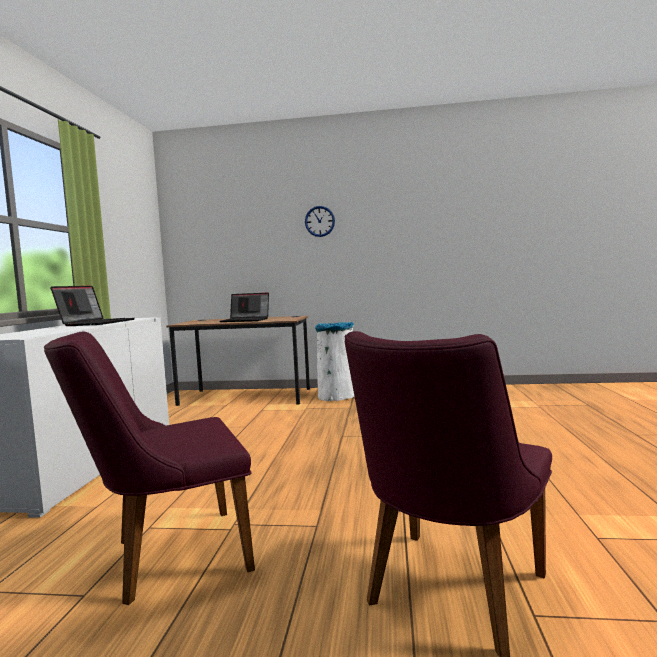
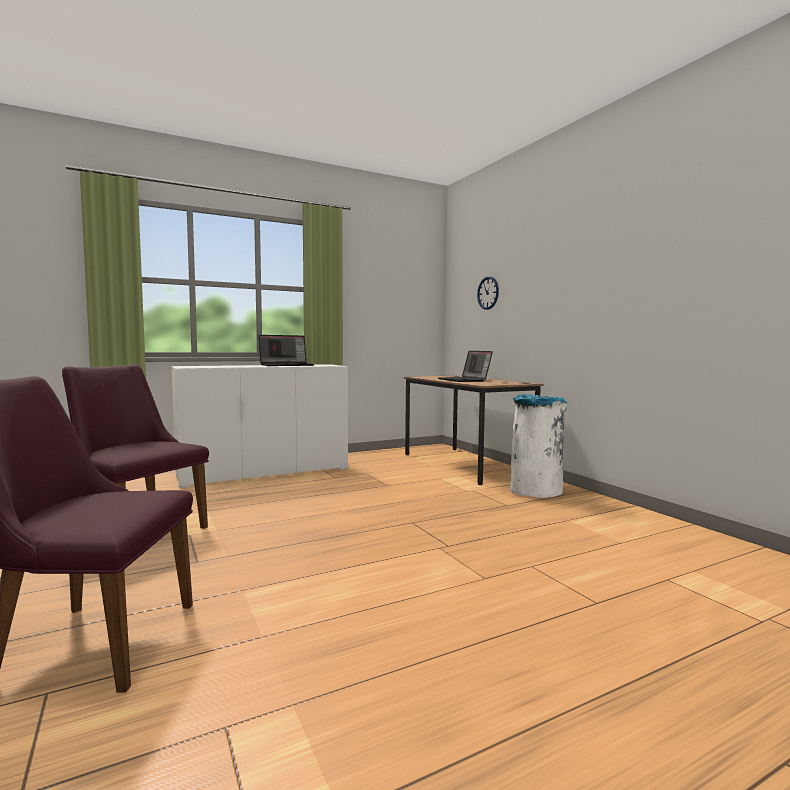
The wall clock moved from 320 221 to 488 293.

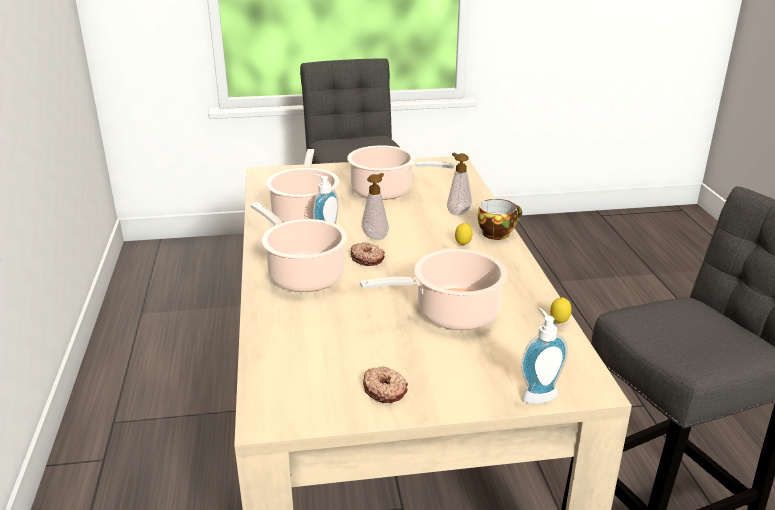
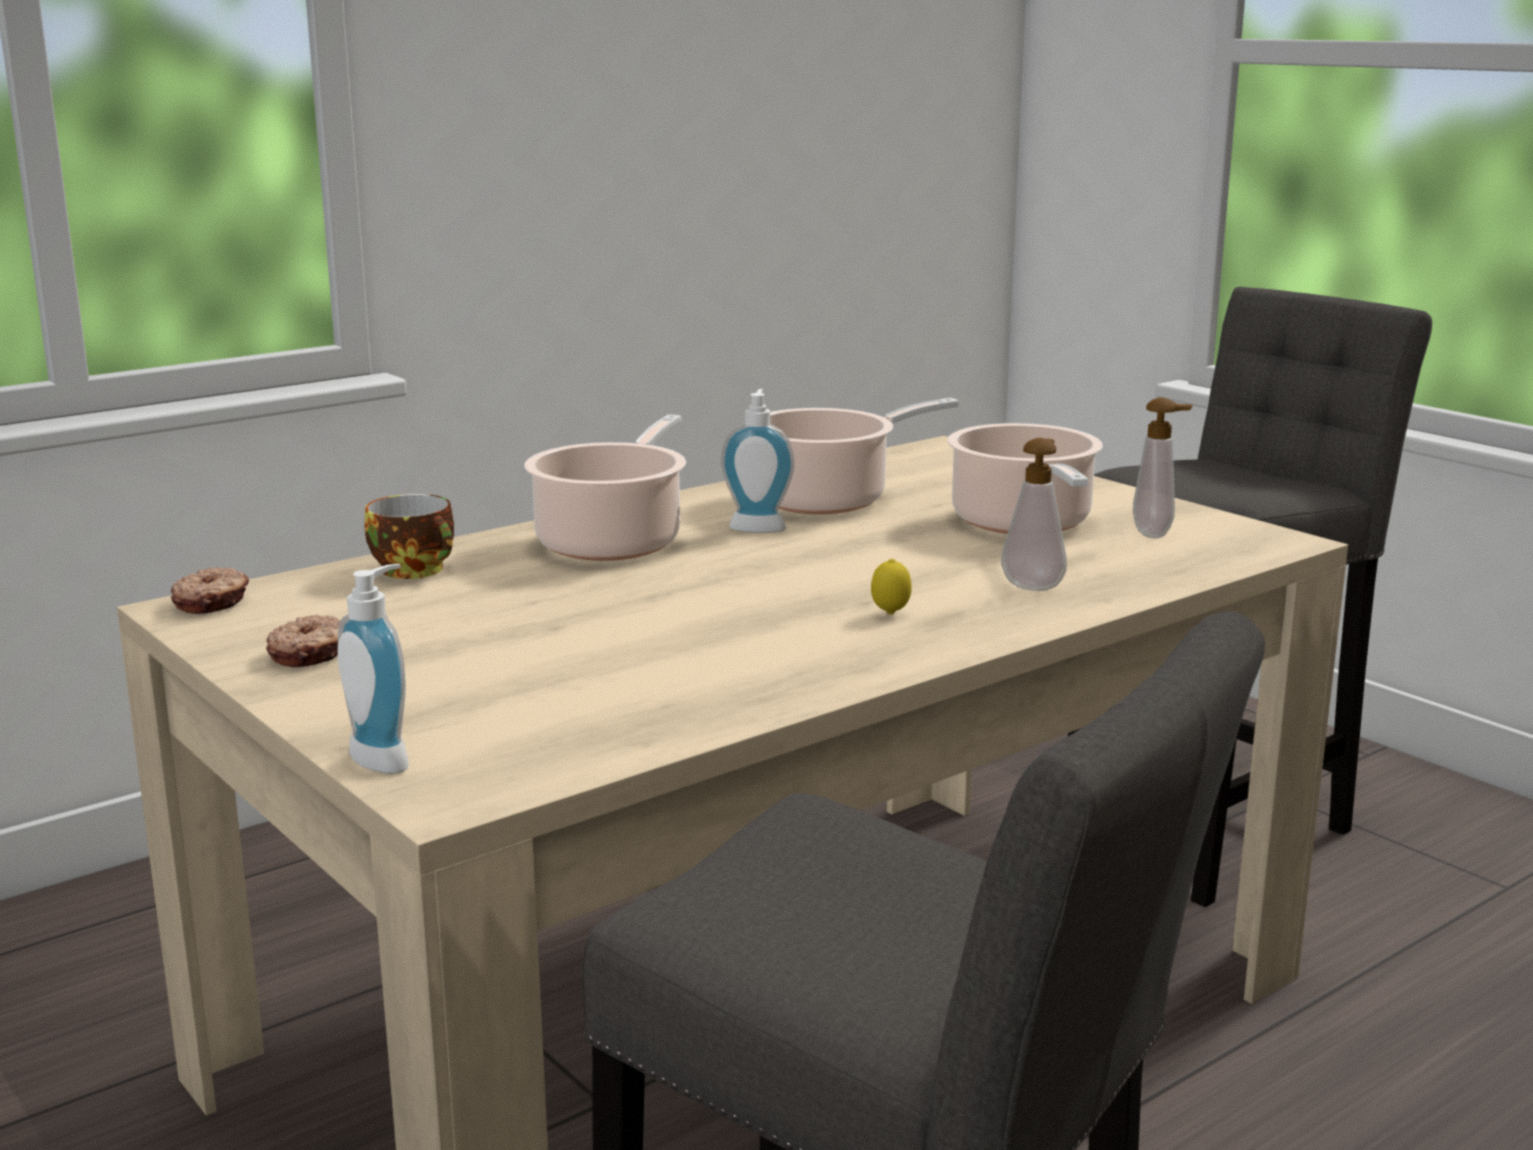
The cooking pot at 433 289 disappeared. The lemon at 561 310 disappeared. The donut moved from 368 254 to 210 590. The soap dispenser moved from 375 206 to 1162 468. The cup moved from 500 219 to 409 536.

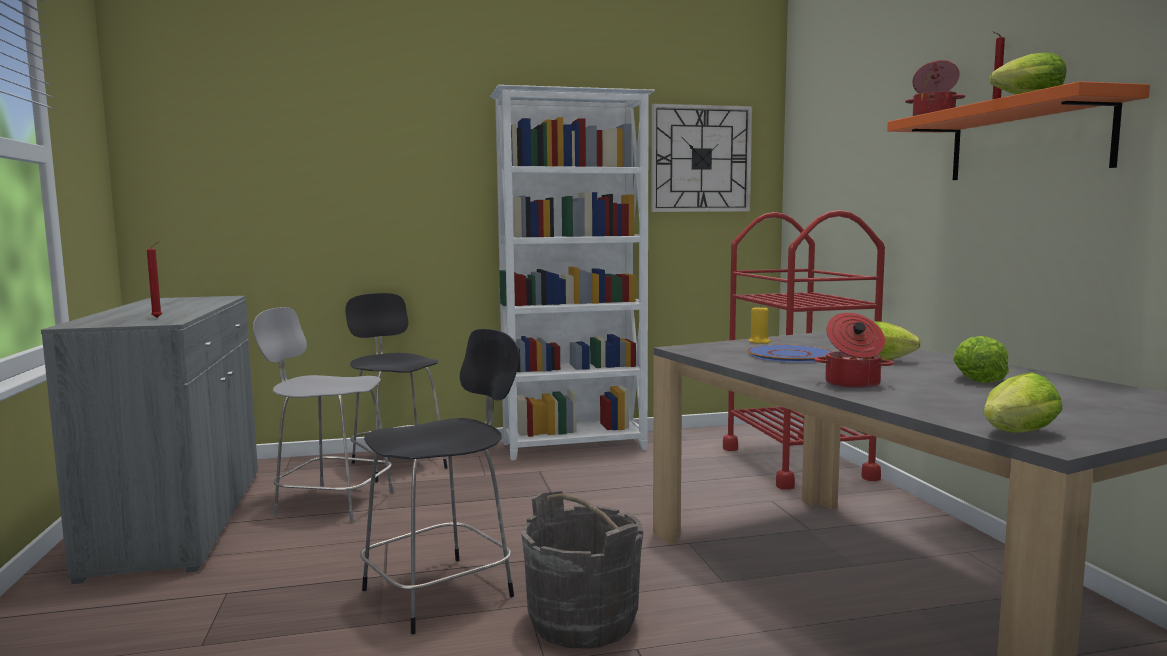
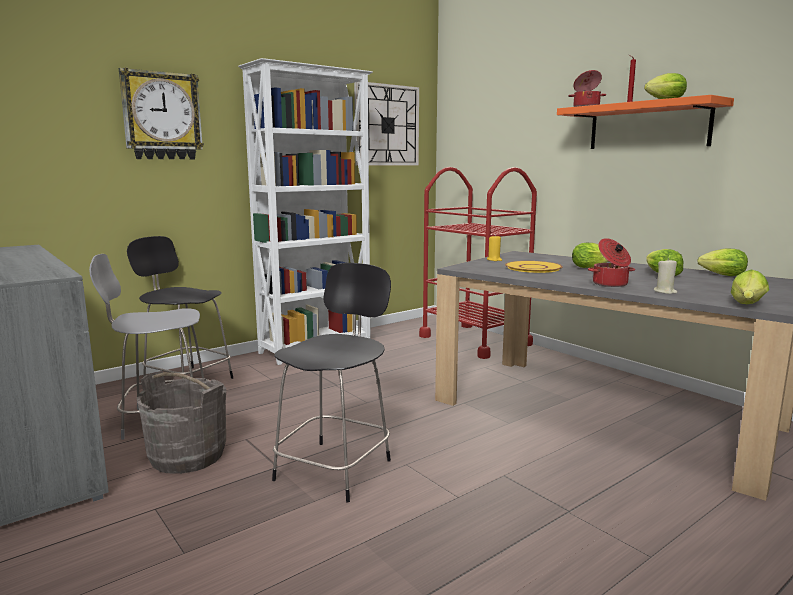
The red candle at 154 279 disappeared. The wall clock at 161 114 appeared. The beige candle at 665 276 appeared. The lettuce at 722 262 appeared. The grey bucket moved from 582 570 to 181 422. The blue plate at 789 353 became the yellow plate at 534 267.

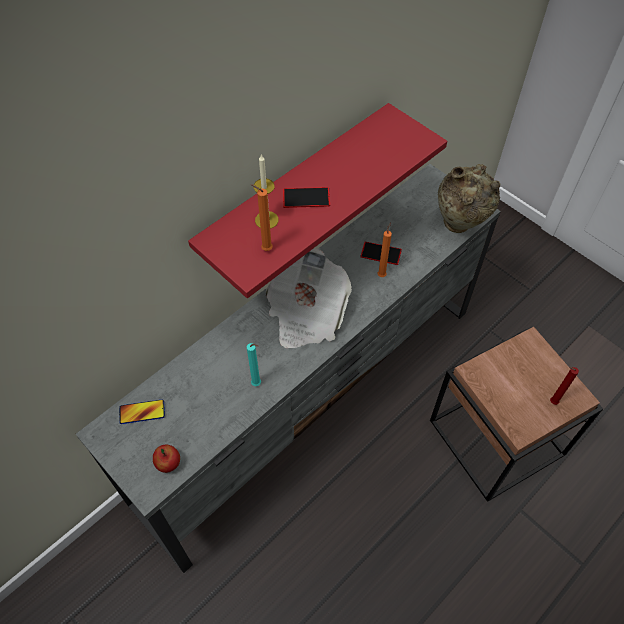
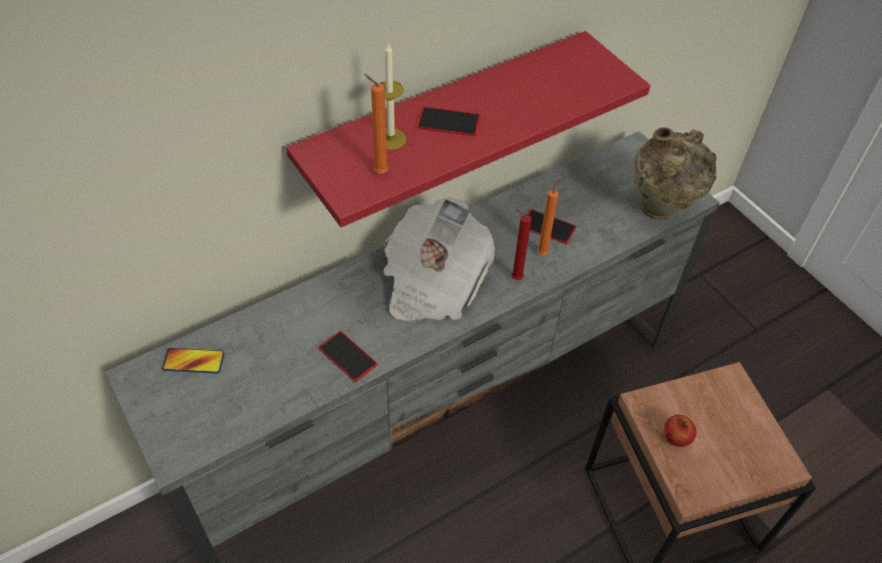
The apple moved from 166 459 to 680 431. The red candle moved from 564 386 to 521 245. The turquoise candle at 254 364 was replaced by the phone at 348 356.

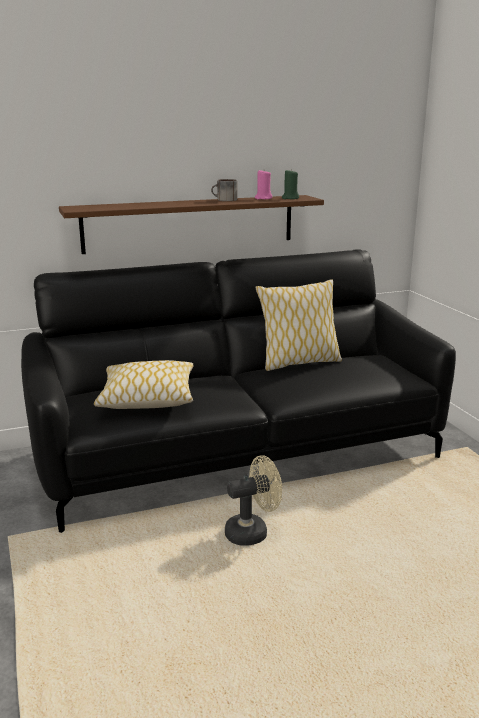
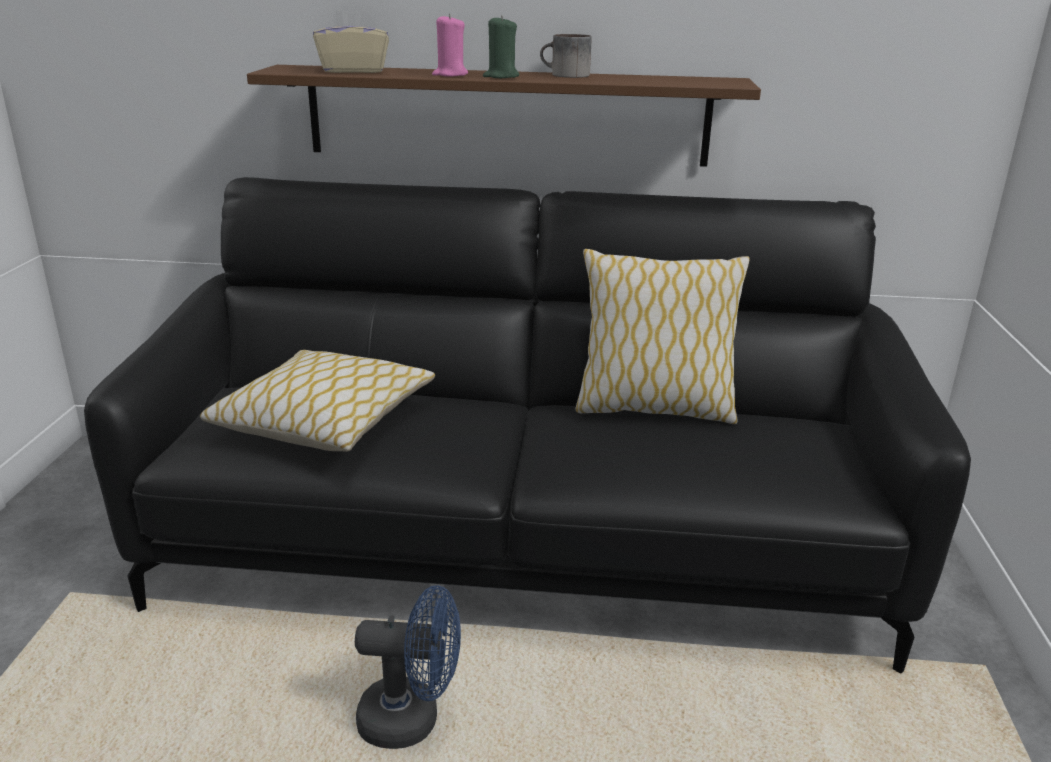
The beige tissue box at 351 41 appeared. The pink candle moved from 263 184 to 450 45. The green candle moved from 290 184 to 501 46. The beige fan at 253 500 became the blue fan at 408 667.

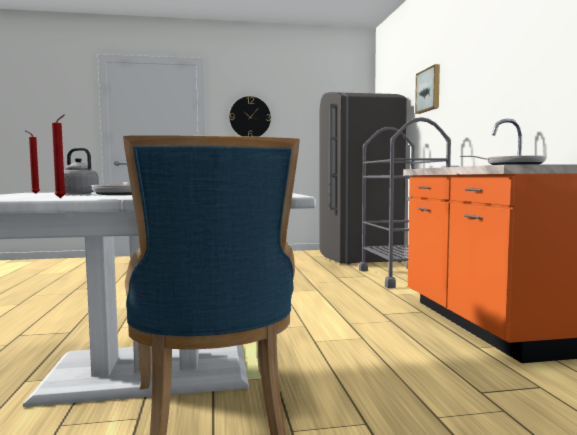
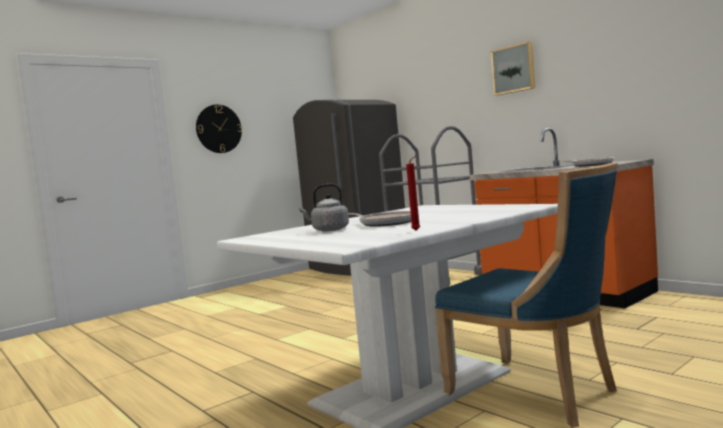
The red candle at 33 162 disappeared. The picture moved from 427 89 to 513 68.

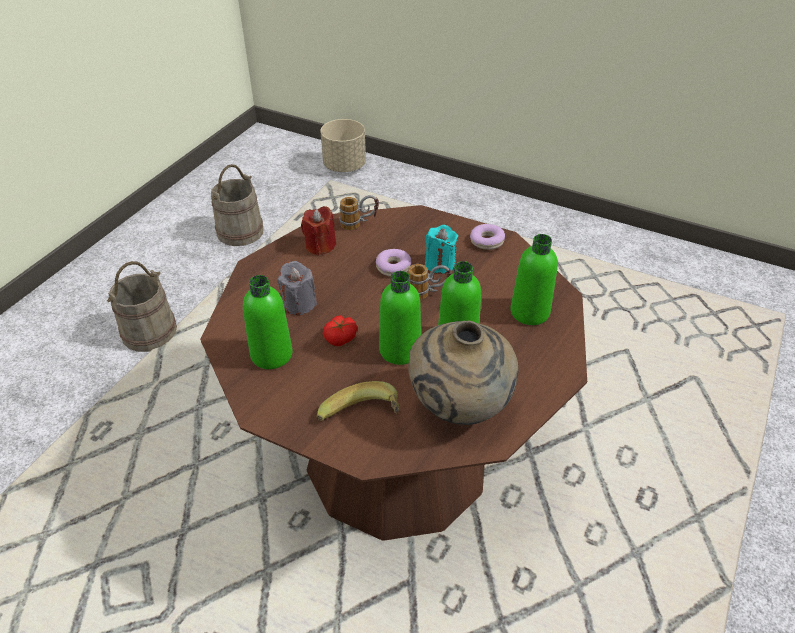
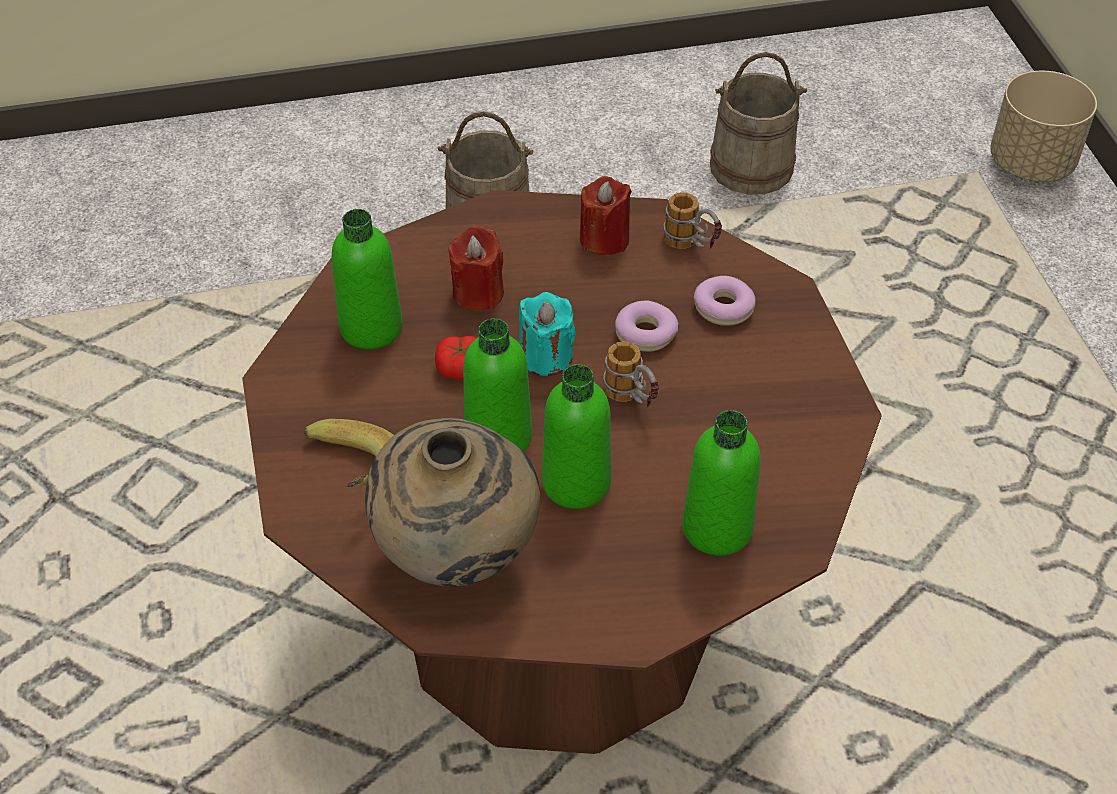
The turquoise candle moved from 441 249 to 547 334. The donut moved from 487 237 to 724 301. The grey candle at 297 288 became the red candle at 476 268.

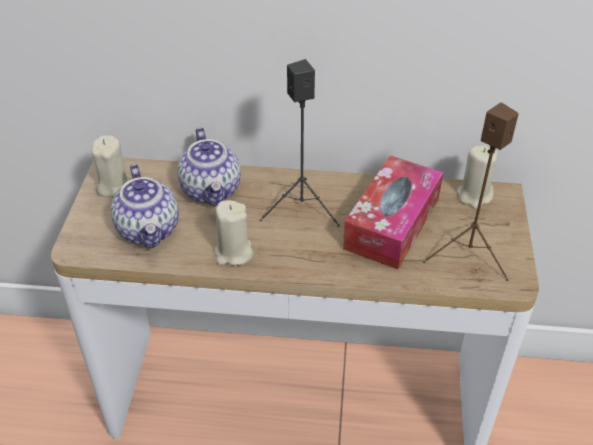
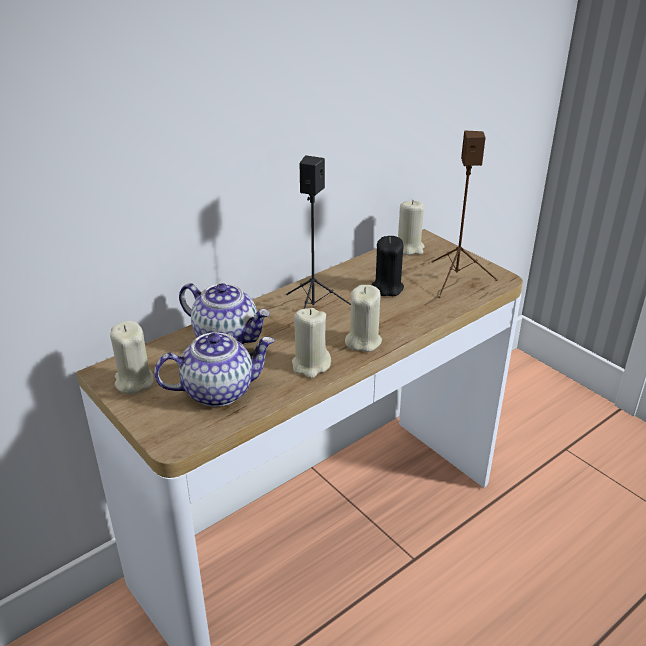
The beige candle at 363 318 appeared. The tissue box at 393 212 was replaced by the black candle at 387 266. The teapot at 145 206 turned 45 degrees counterclockwise.

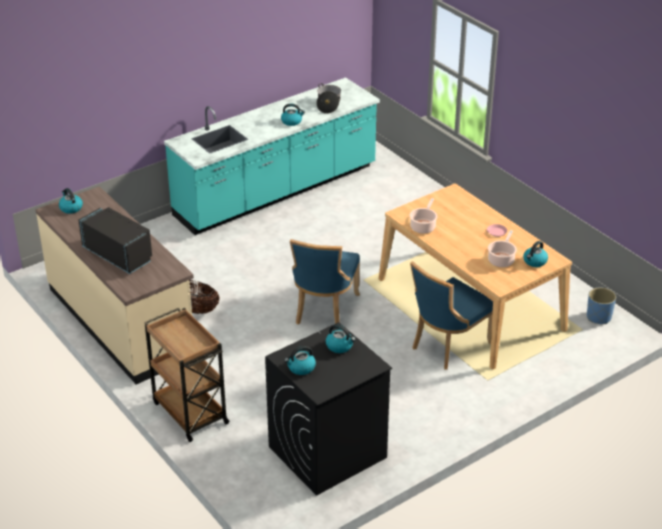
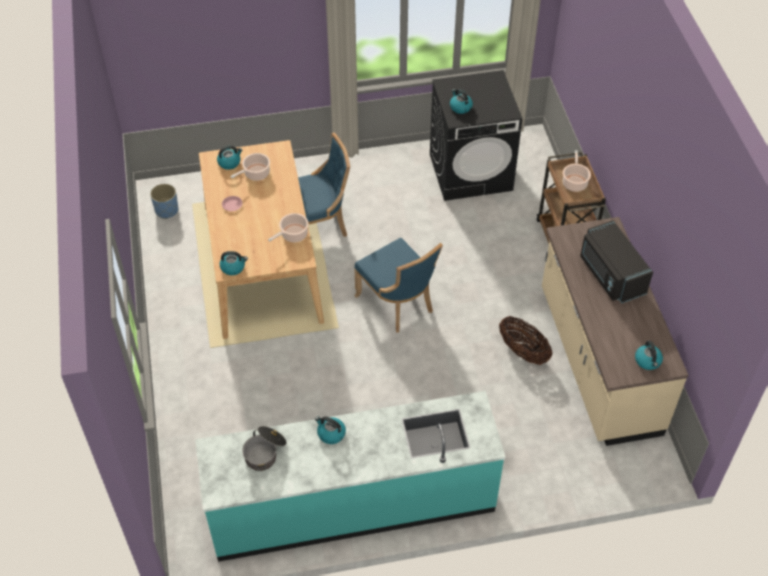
The cooking pot at 577 171 appeared. The kettle moved from 300 360 to 234 263. The blue chair at 325 282 turned 105 degrees clockwise.

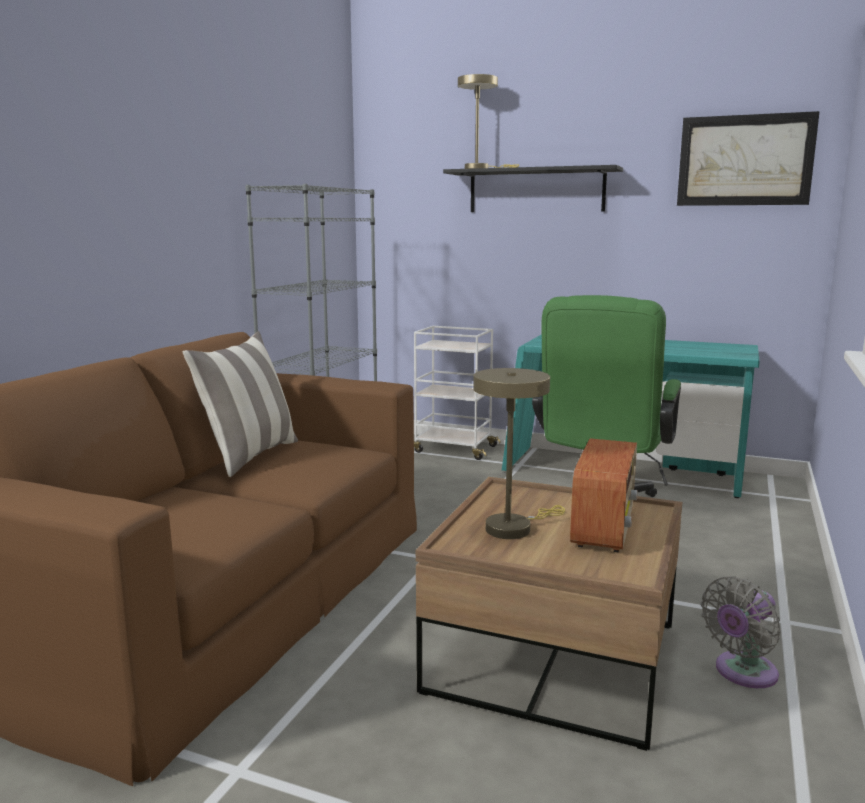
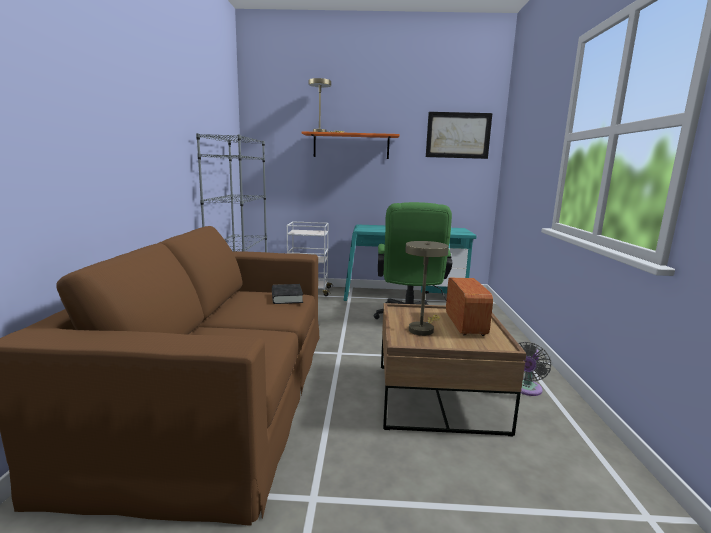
The pillow at 240 404 disappeared. The black book at 287 294 appeared. The black shelf at 533 188 became the orange shelf at 351 145.

